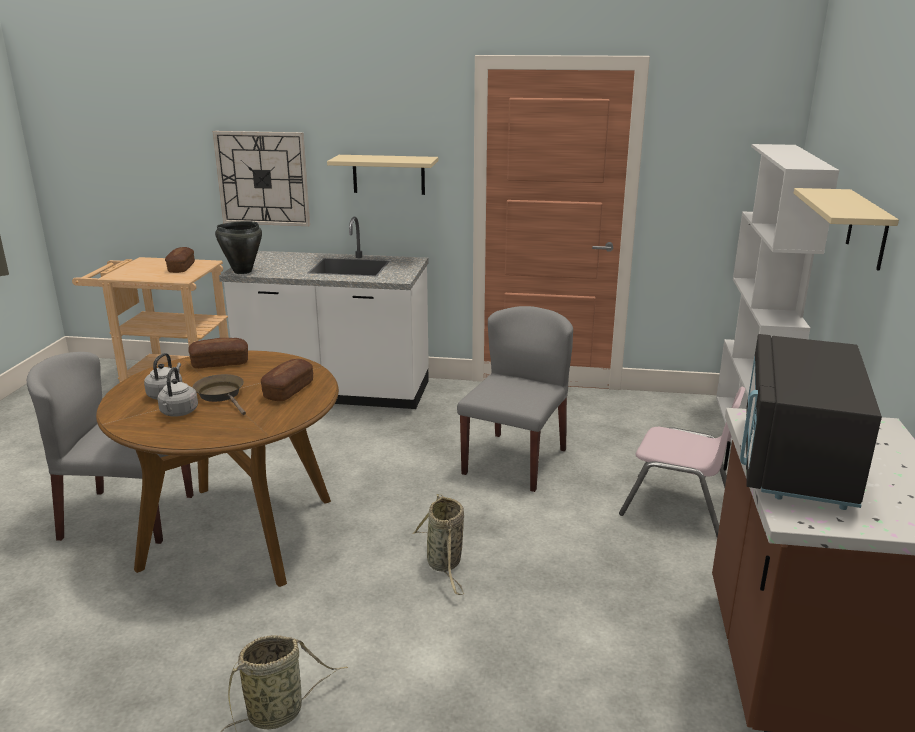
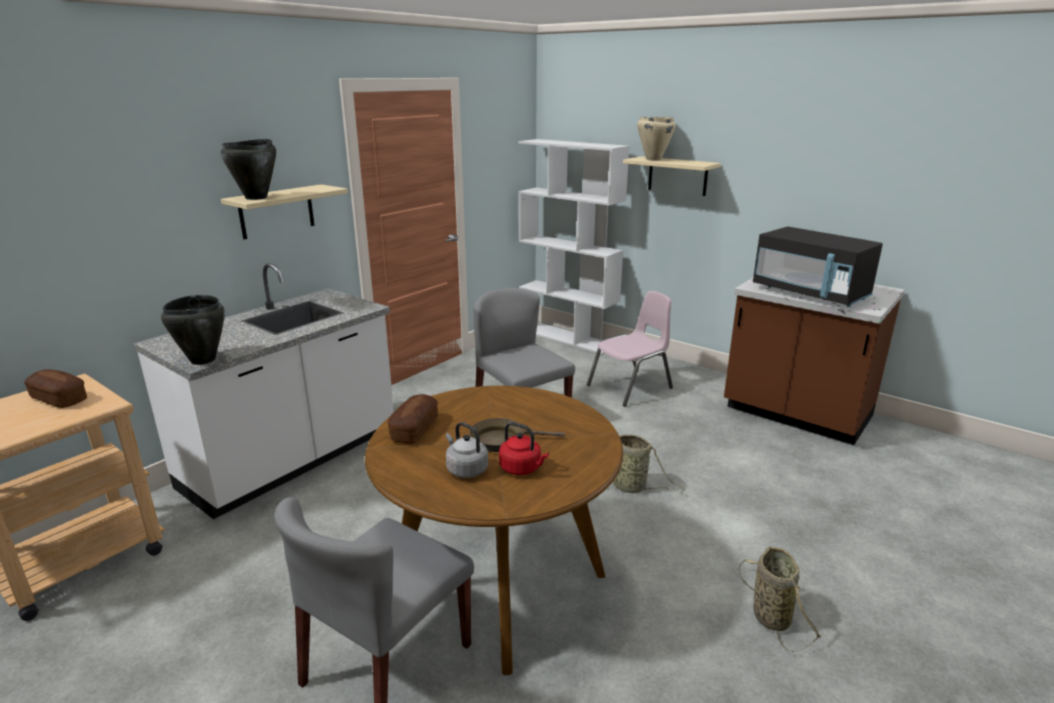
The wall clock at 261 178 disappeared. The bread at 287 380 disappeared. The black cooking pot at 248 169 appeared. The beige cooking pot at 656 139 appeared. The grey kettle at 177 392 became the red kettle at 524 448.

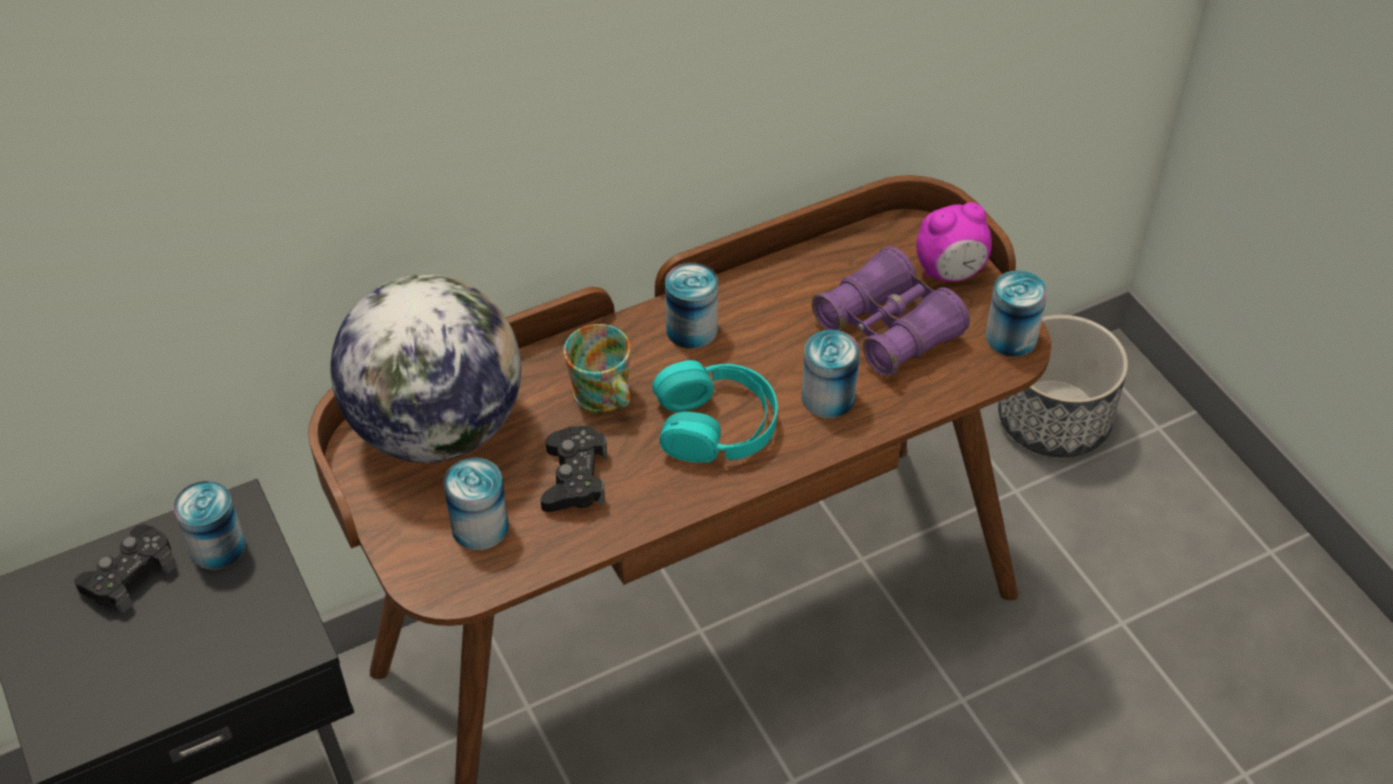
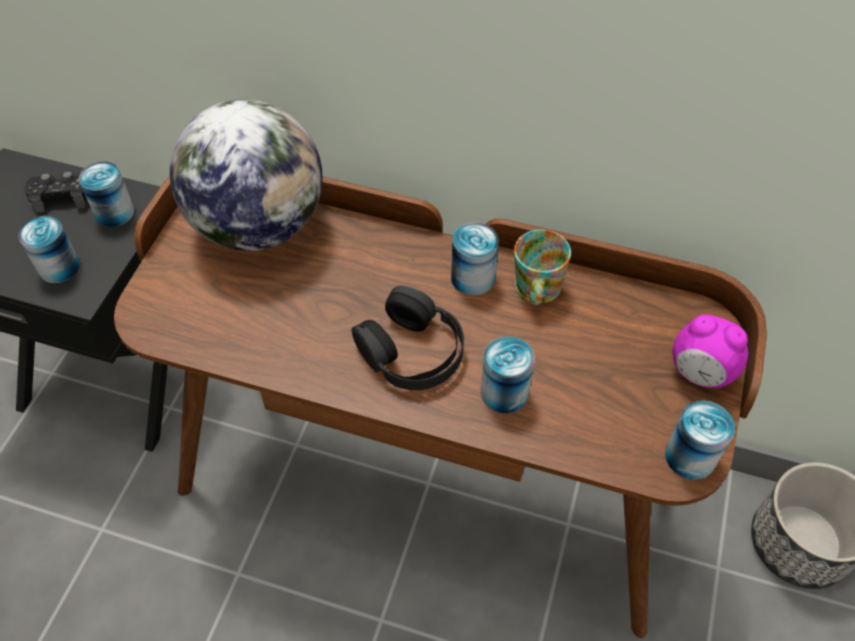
The black game controller at 574 469 disappeared. The purple binoculars at 891 311 disappeared. The can moved from 476 504 to 49 249. The mug moved from 597 368 to 542 267. The turquoise headphones at 714 411 became the black headphones at 408 338.

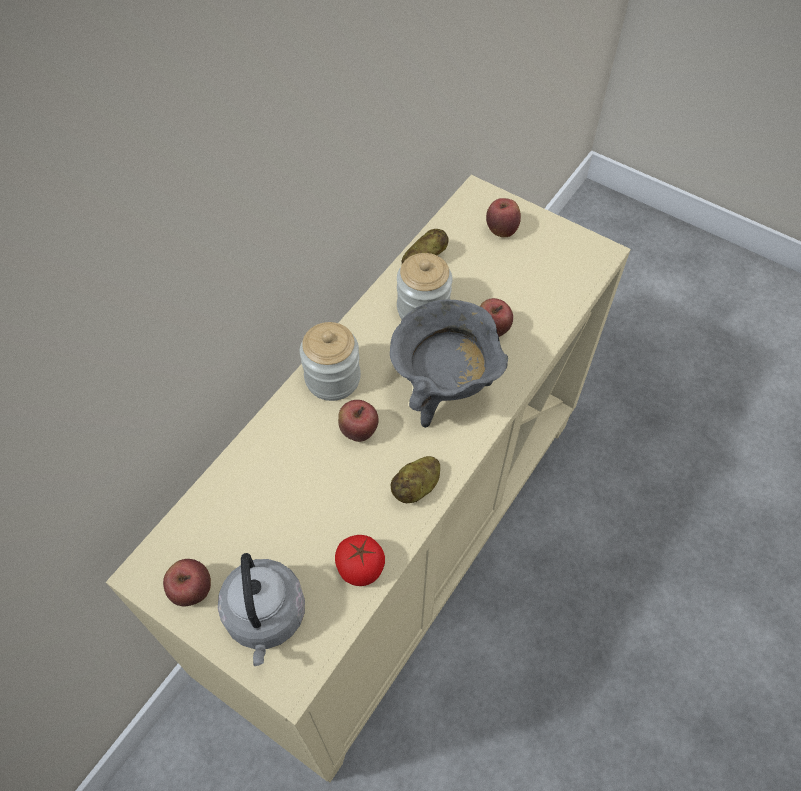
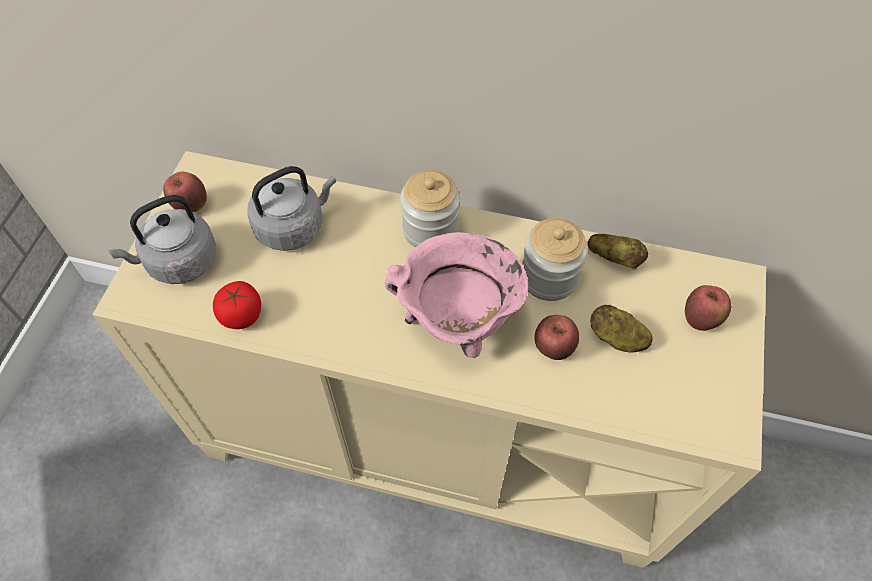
The apple at 358 421 disappeared. The grey kettle at 292 208 appeared. The potato moved from 415 479 to 621 328. The grey cooking pot at 449 364 became the pink cooking pot at 456 295.

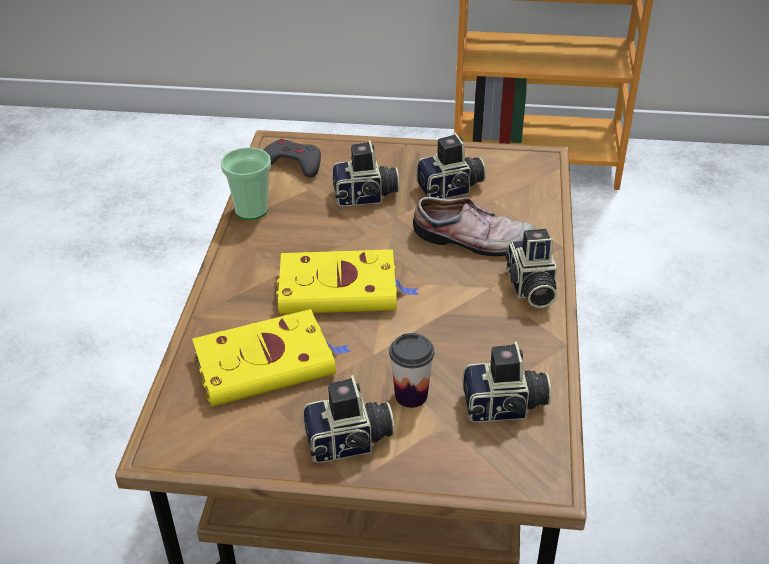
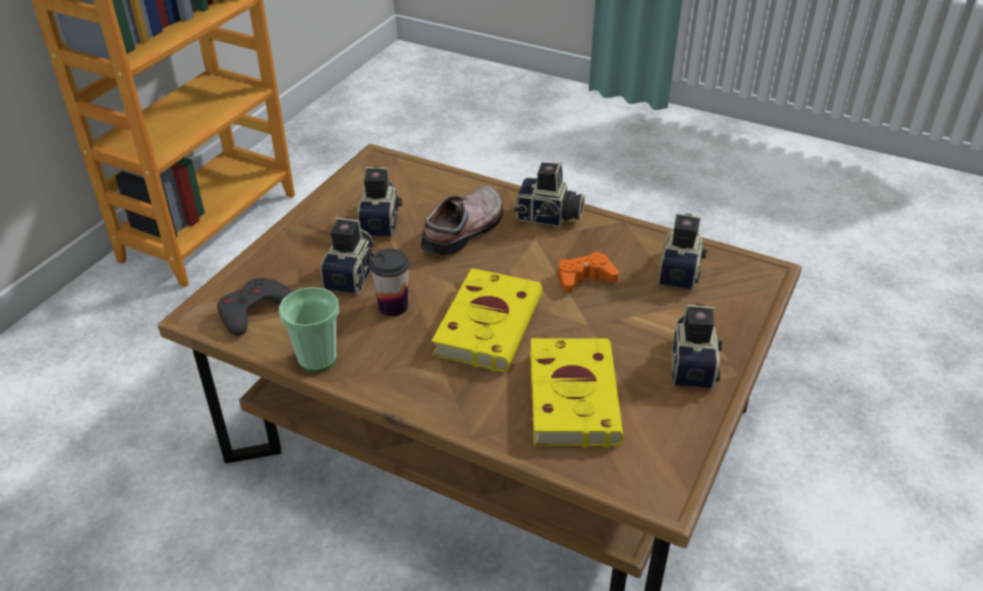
The orange game controller at 588 272 appeared. The cup moved from 411 370 to 390 282.

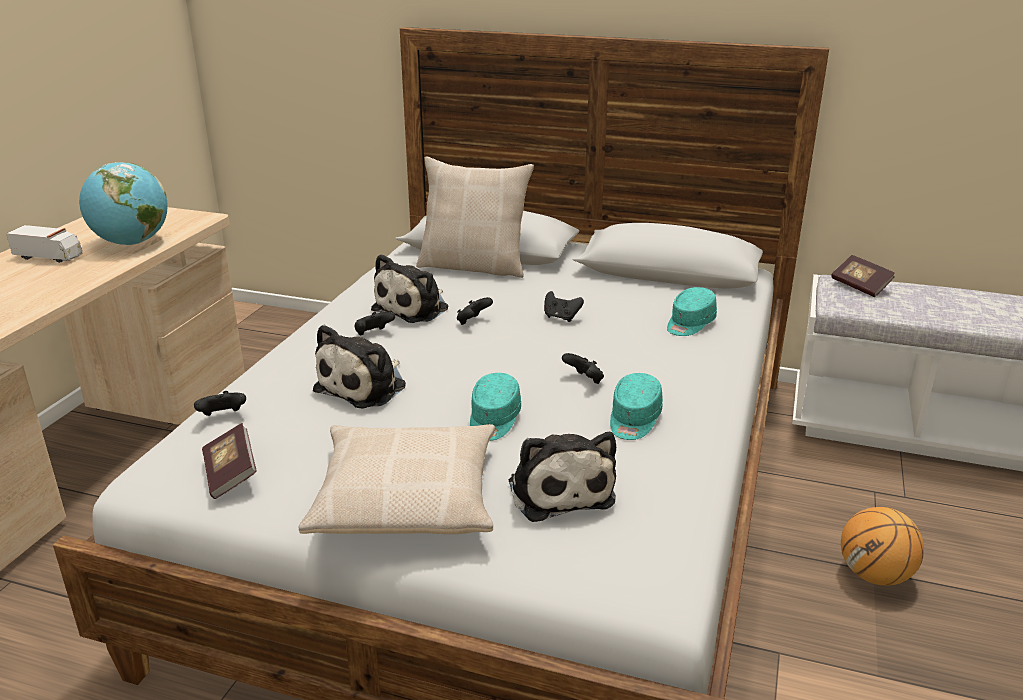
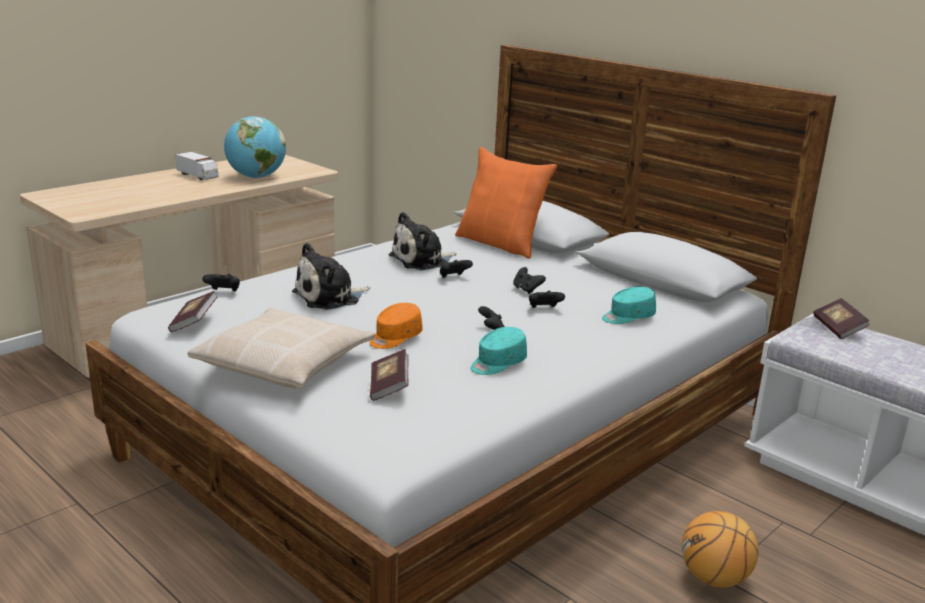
The black game controller moved from 375 323 to 547 299. The plush toy at 562 477 was replaced by the book at 389 375. The beige pillow at 475 217 became the orange pillow at 506 203. The turquoise cap at 495 407 became the orange cap at 396 326.

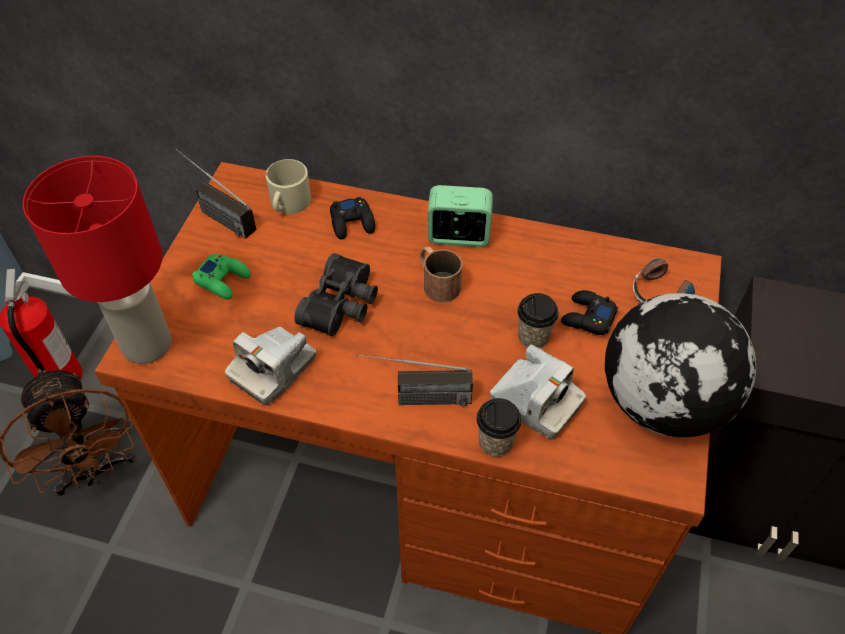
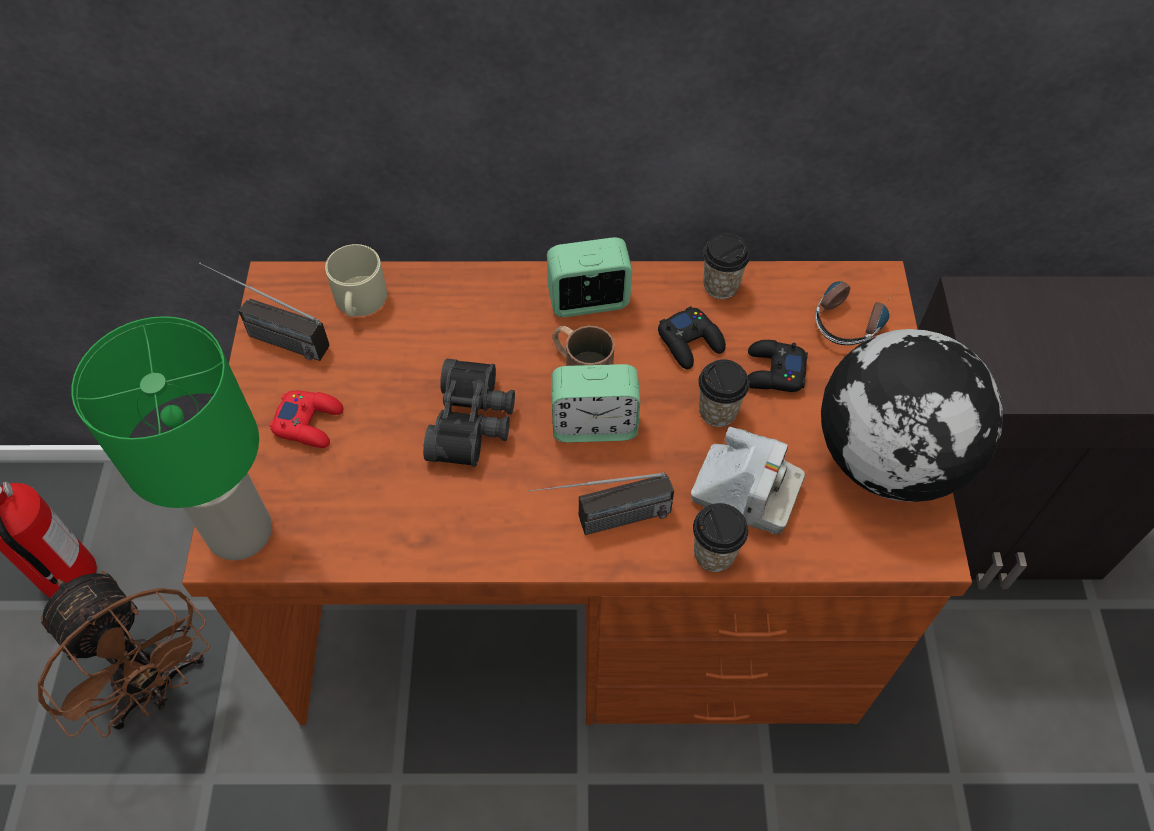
The photo camera at 270 366 disappeared. The alarm clock at 595 403 appeared. The cup at 726 266 appeared. The black game controller moved from 352 218 to 692 337. The red table lamp at 97 260 became the green table lamp at 171 438. The green game controller at 221 277 became the red game controller at 306 419.

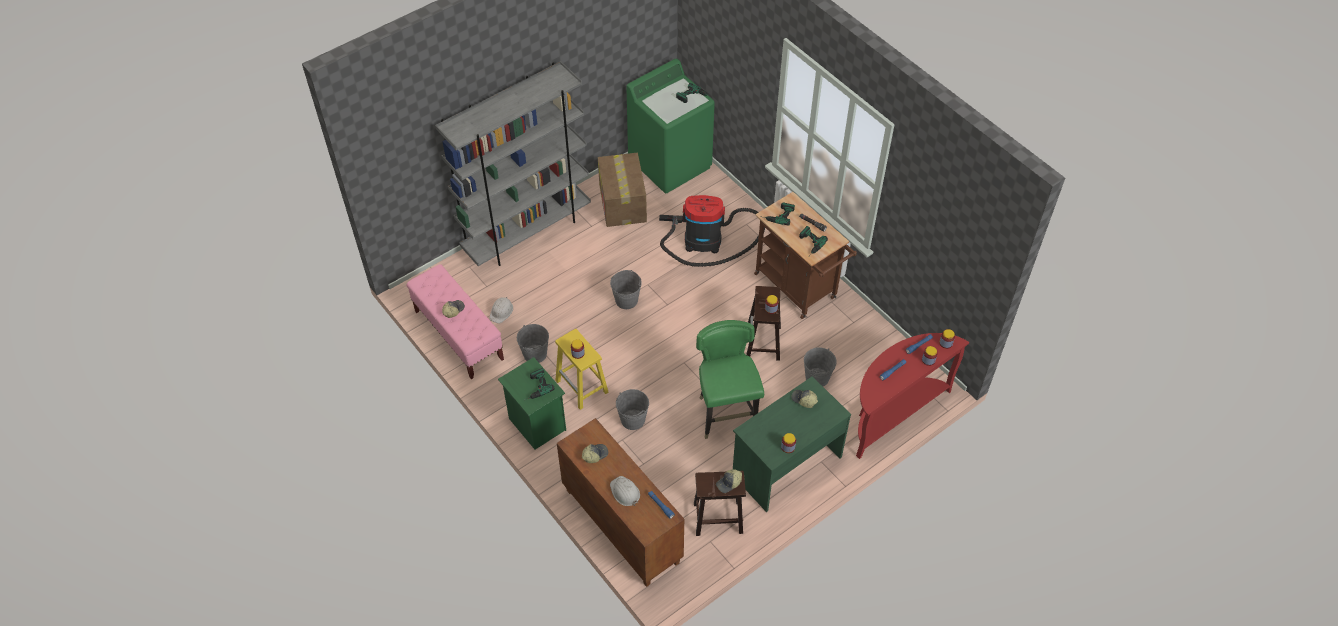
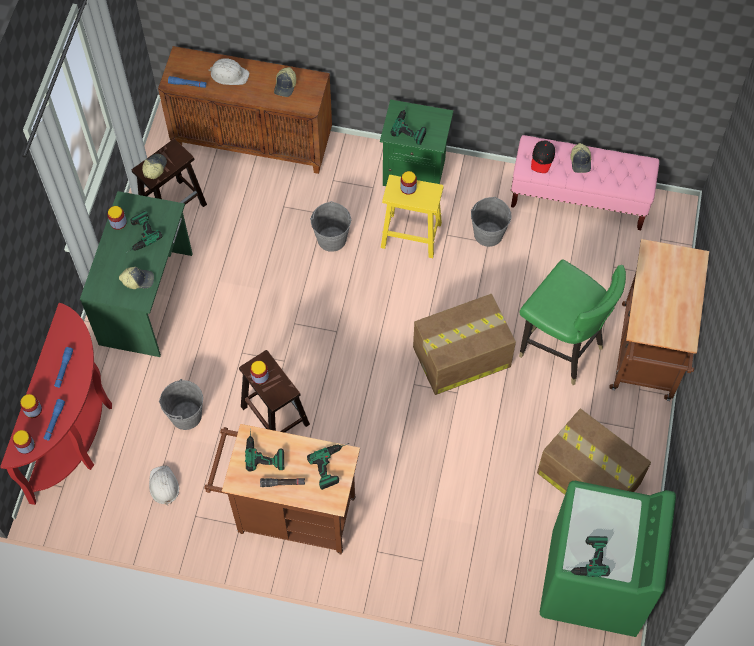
The vacuum cleaner at 712 231 disappeared. The power drill at 144 232 appeared. The black cap at 543 157 appeared. The white hard hat moved from 501 310 to 164 485. The green chair moved from 730 379 to 572 322. The grey bookcase at 513 163 was replaced by the brown cart at 659 320. The grey bucket at 626 289 was replaced by the cardboard box at 464 344.

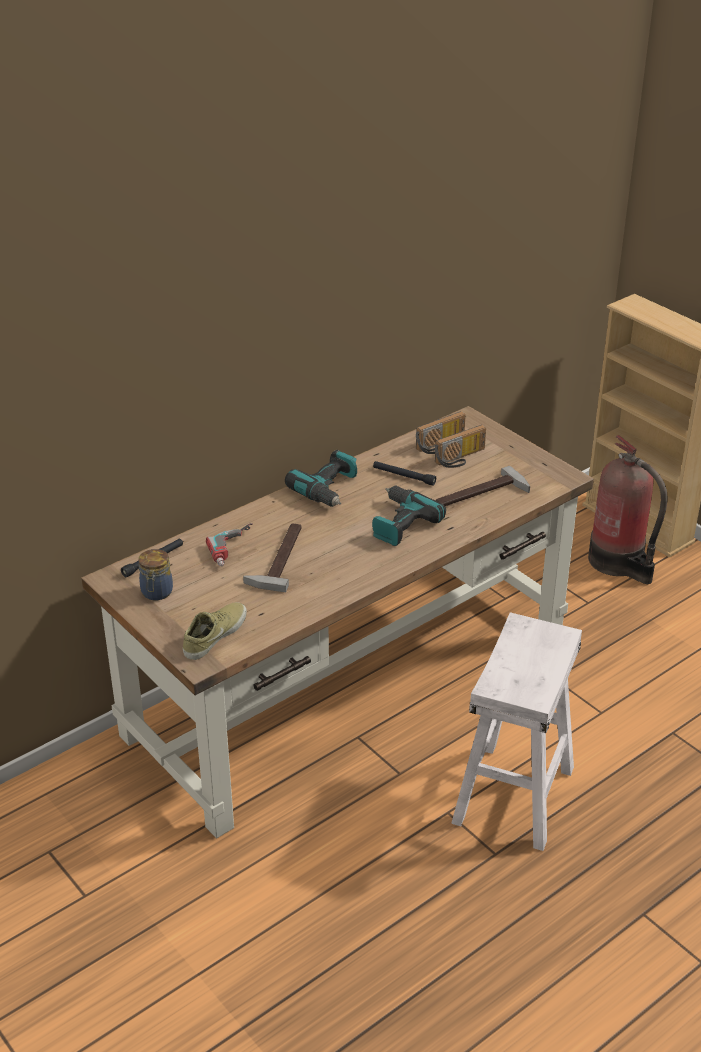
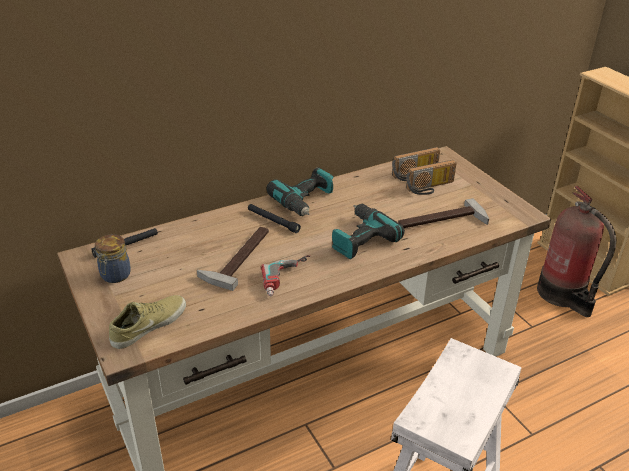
The power drill moved from 229 544 to 285 275. The black flashlight moved from 404 473 to 274 218.

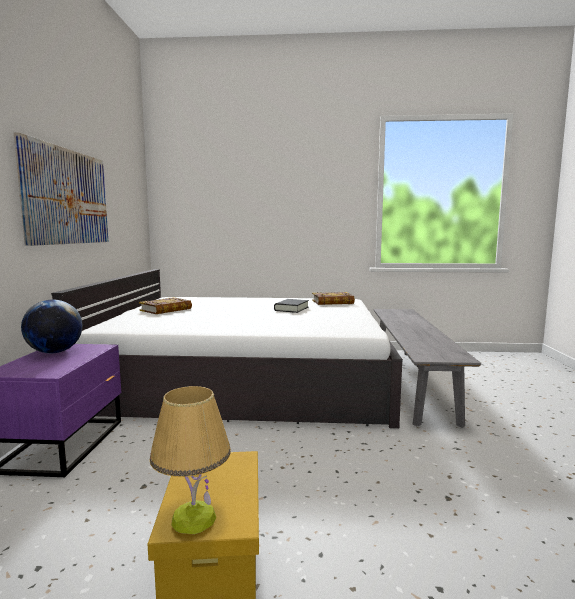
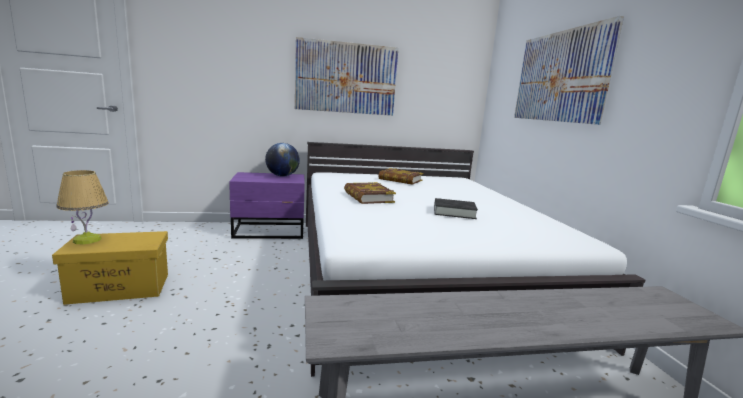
The picture at 569 70 appeared. The book moved from 333 298 to 370 193.

